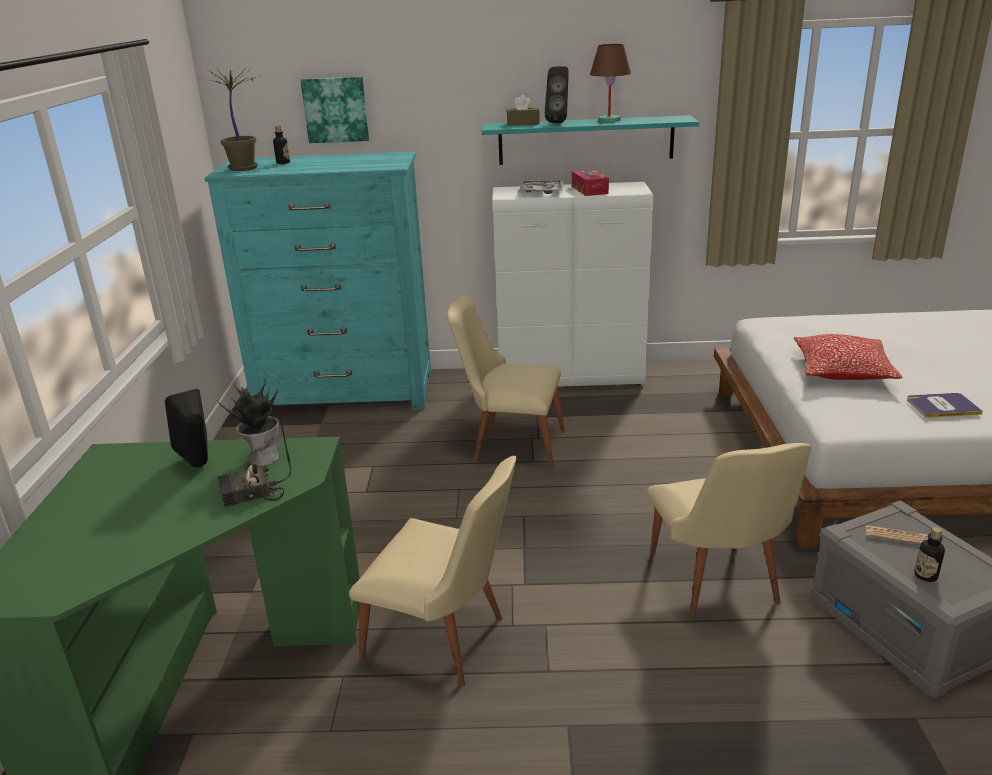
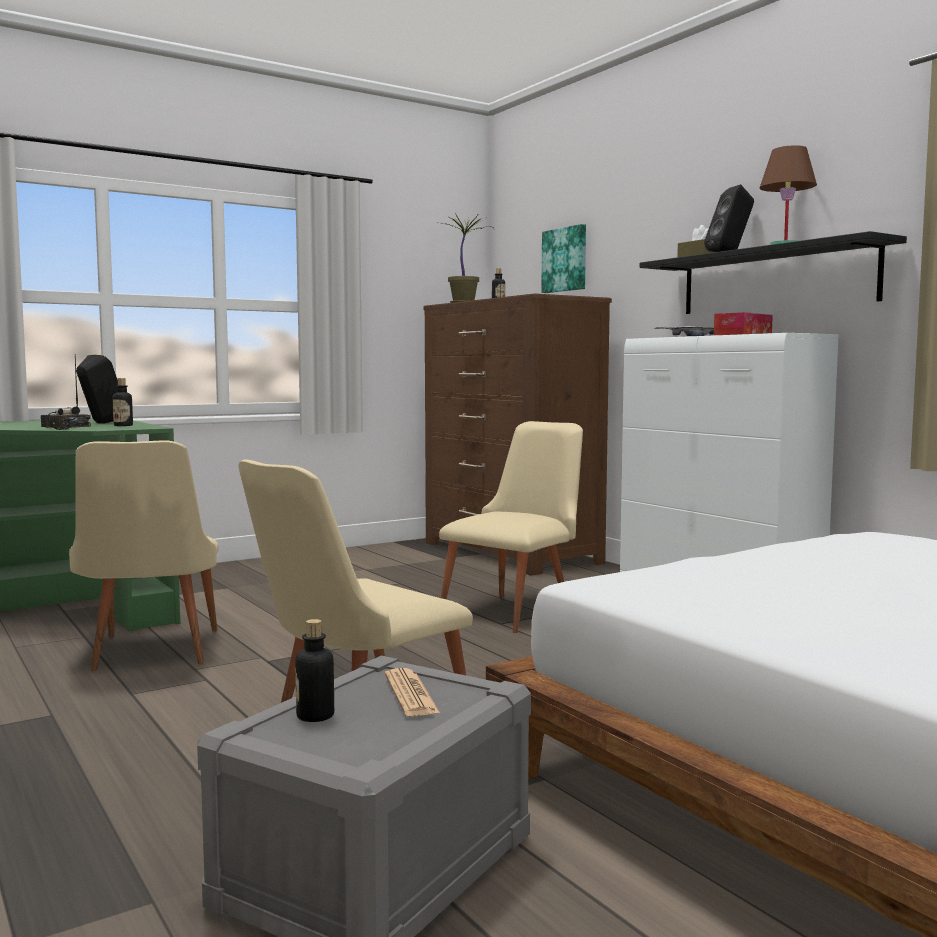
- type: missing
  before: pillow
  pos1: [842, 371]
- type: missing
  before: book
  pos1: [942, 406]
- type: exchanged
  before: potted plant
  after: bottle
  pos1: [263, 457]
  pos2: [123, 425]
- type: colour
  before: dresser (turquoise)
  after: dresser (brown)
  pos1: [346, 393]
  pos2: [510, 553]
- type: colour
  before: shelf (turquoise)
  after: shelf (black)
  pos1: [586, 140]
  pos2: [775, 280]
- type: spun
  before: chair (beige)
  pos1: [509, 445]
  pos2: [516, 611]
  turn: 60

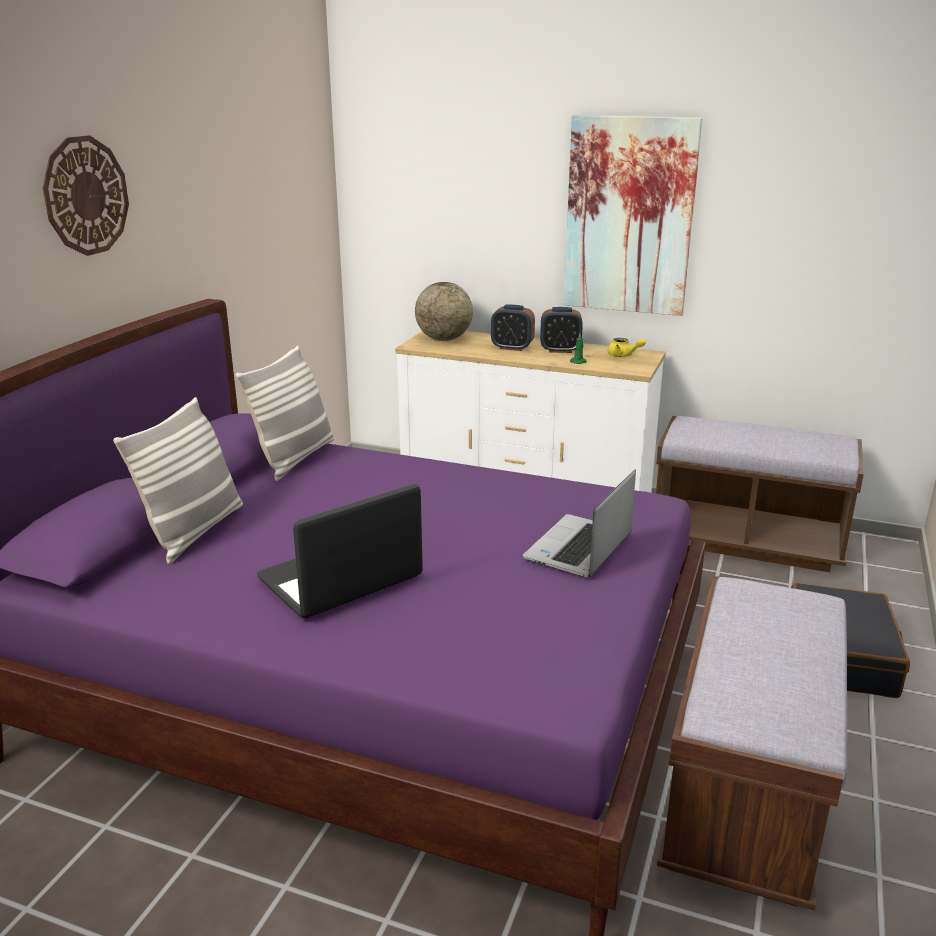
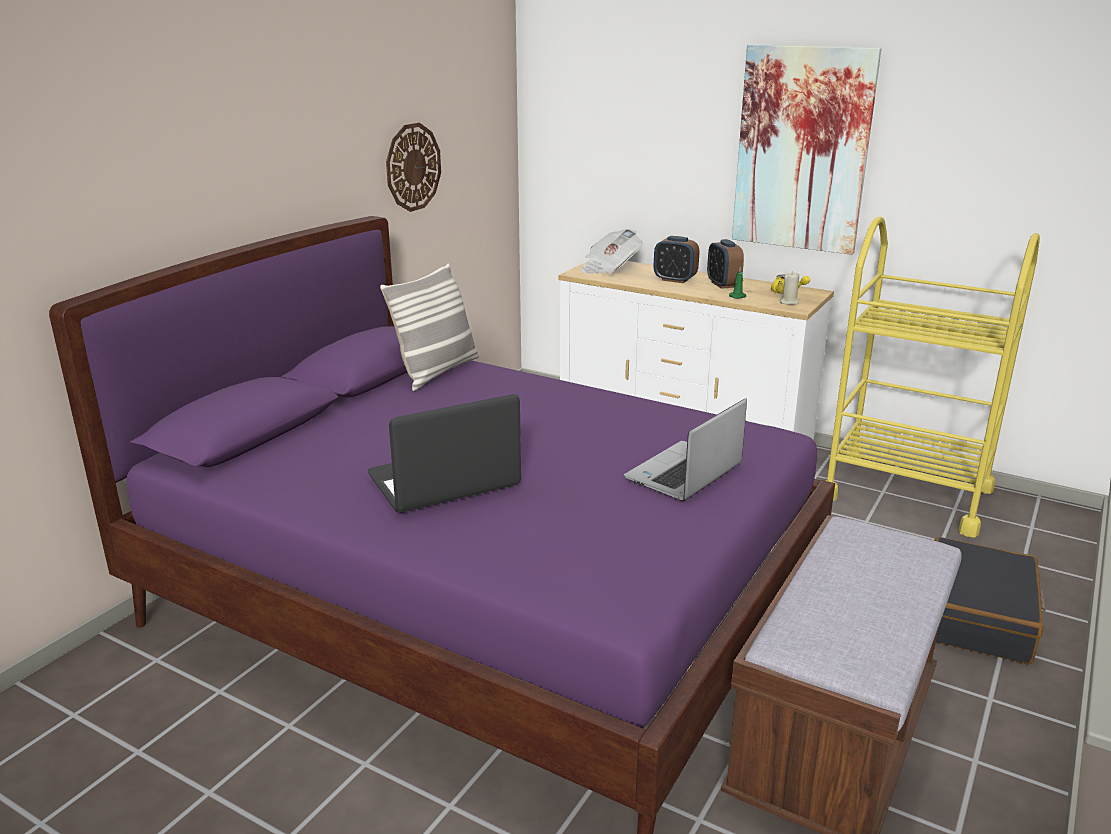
- type: missing
  before: pillow
  pos1: [194, 531]
- type: appeared
  after: candle (beige)
  pos2: [789, 302]
- type: relocated
  before: wall clock
  pos1: [86, 196]
  pos2: [413, 167]
- type: exchanged
  before: globe
  after: newspaper
  pos1: [444, 339]
  pos2: [609, 268]
- type: exchanged
  before: bench (brown)
  after: cart (yellow)
  pos1: [746, 540]
  pos2: [906, 493]
- type: spun
  before: alarm clock
  pos1: [560, 350]
  pos2: [723, 284]
  turn: 60

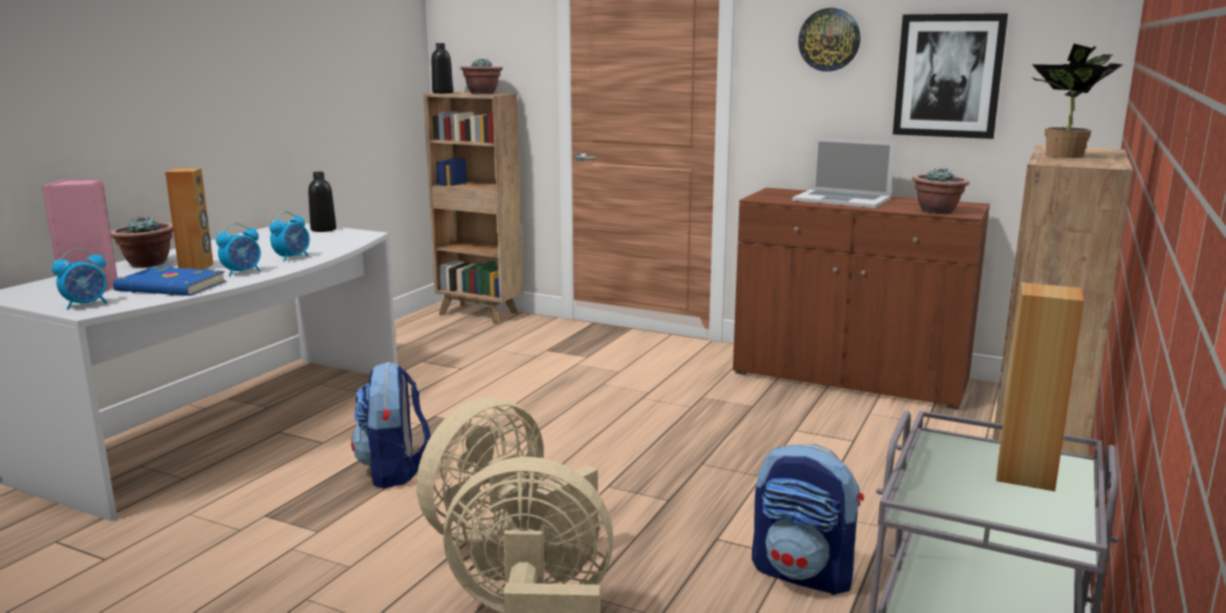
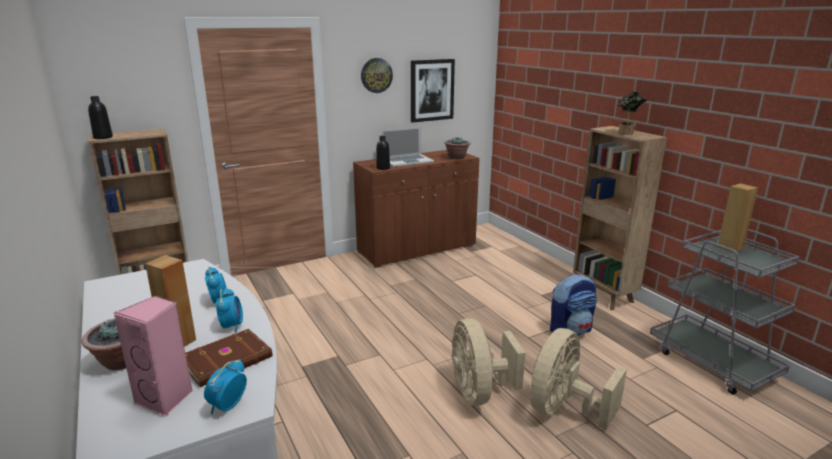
- type: missing
  before: backpack
  pos1: [394, 471]
- type: missing
  before: potted plant
  pos1: [482, 93]
- type: relocated
  before: bottle (black)
  pos1: [323, 229]
  pos2: [383, 168]
- type: colour
  before: book (blue)
  after: book (brown)
  pos1: [170, 287]
  pos2: [228, 361]
- type: spun
  before: alarm clock
  pos1: [86, 305]
  pos2: [227, 406]
  turn: -150

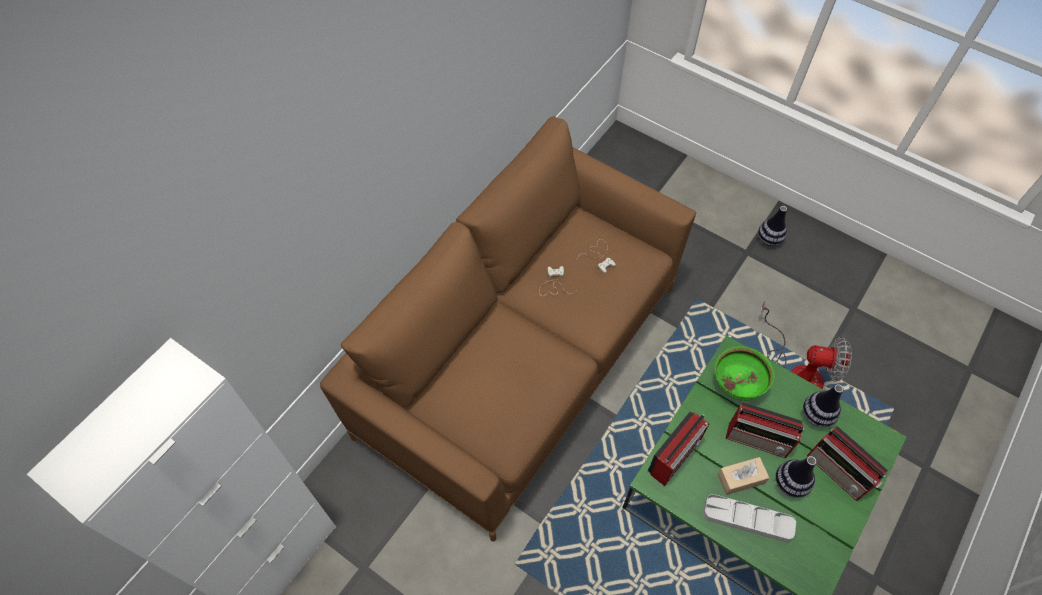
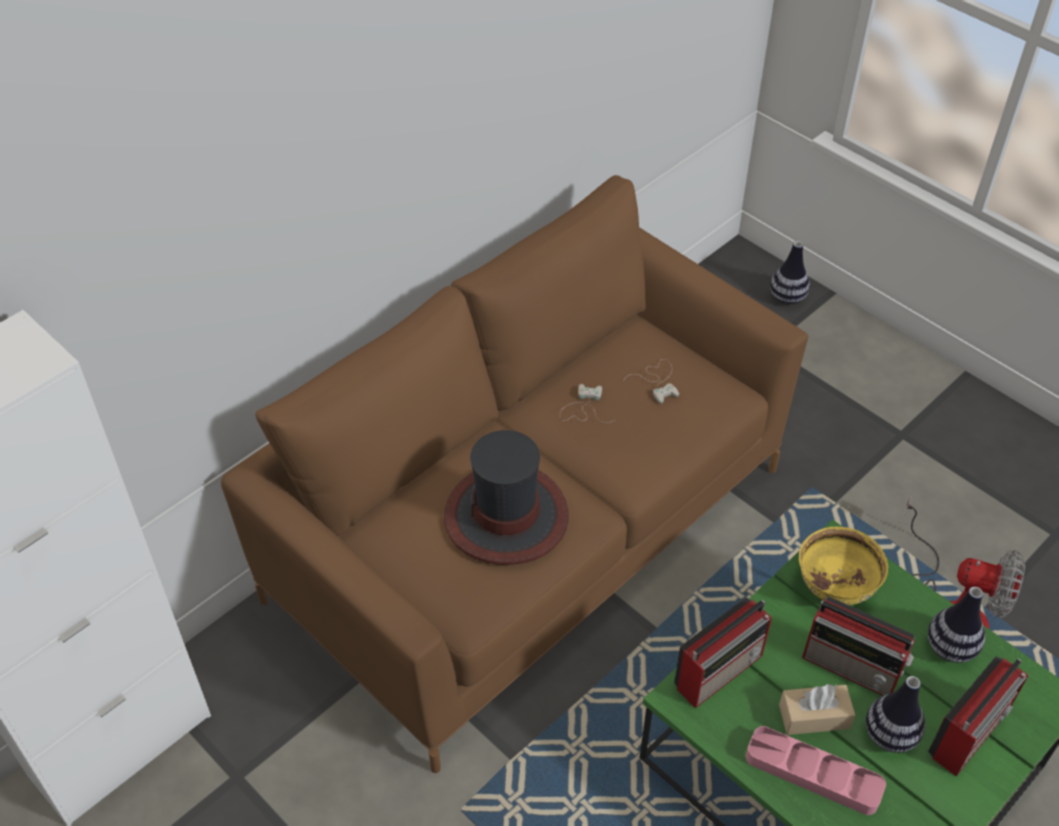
- type: appeared
  after: hat
  pos2: [507, 516]
- type: relocated
  before: vase
  pos1: [769, 239]
  pos2: [787, 297]
- type: colour
  before: tray (grey)
  after: tray (pink)
  pos1: [747, 519]
  pos2: [813, 774]
- type: colour
  before: bowl (green)
  after: bowl (yellow)
  pos1: [737, 385]
  pos2: [834, 589]
- type: spun
  before: radio
  pos1: [838, 473]
  pos2: [970, 732]
  turn: -105

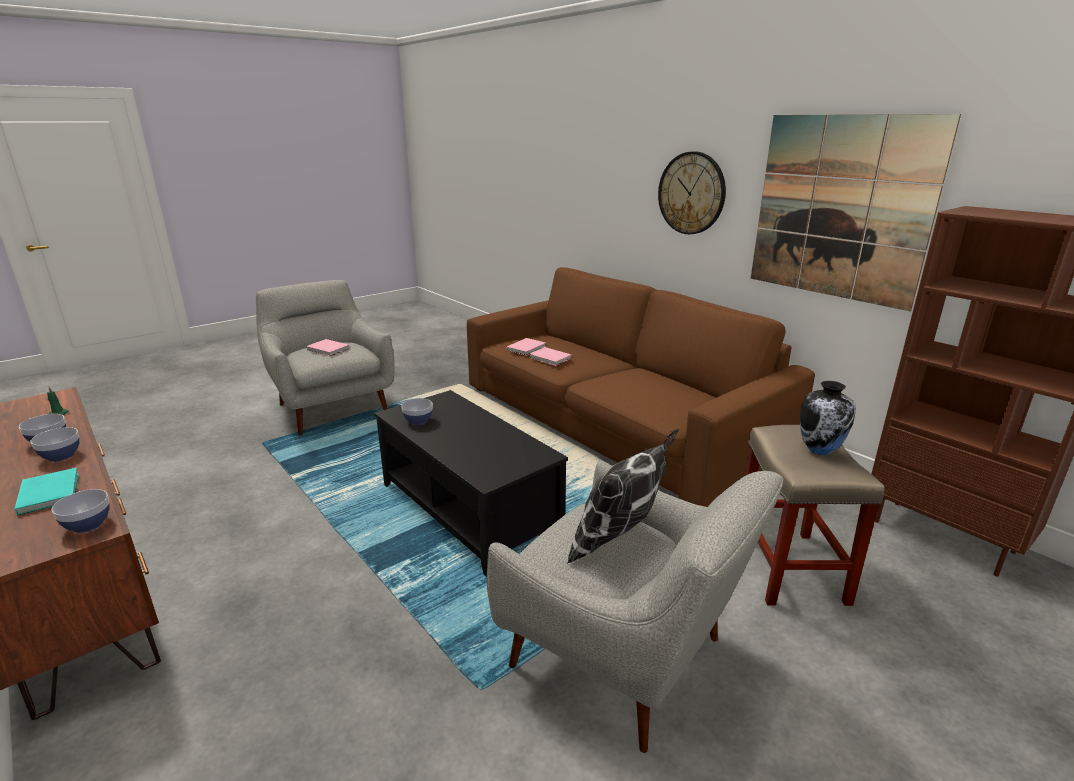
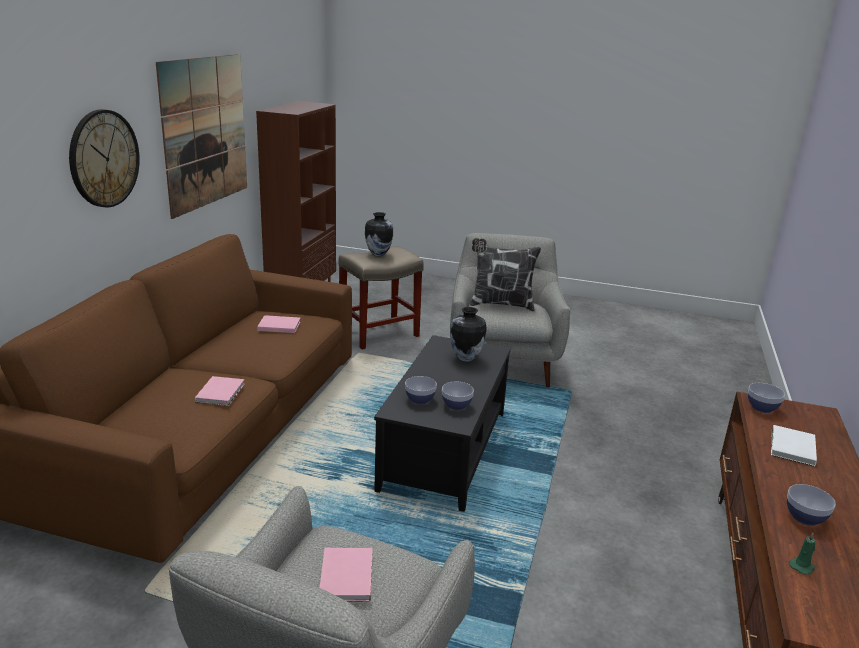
- type: appeared
  after: vase
  pos2: [465, 358]
- type: relocated
  before: bowl
  pos1: [61, 456]
  pos2: [420, 399]
- type: relocated
  before: book (pink)
  pos1: [527, 348]
  pos2: [278, 326]
- type: colour
  before: book (turquoise)
  after: book (white)
  pos1: [51, 492]
  pos2: [791, 448]

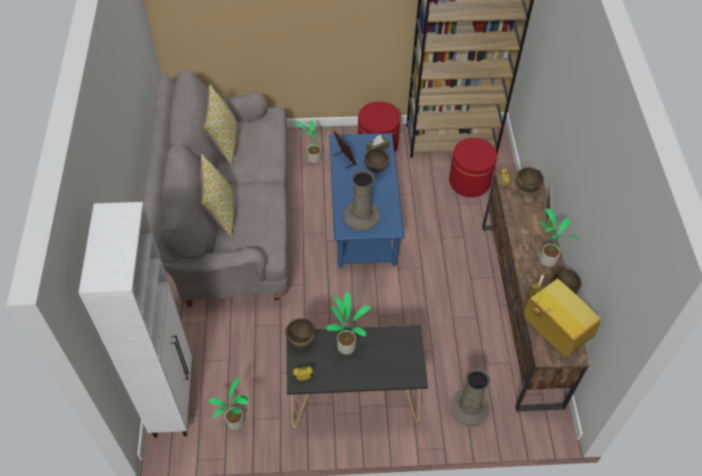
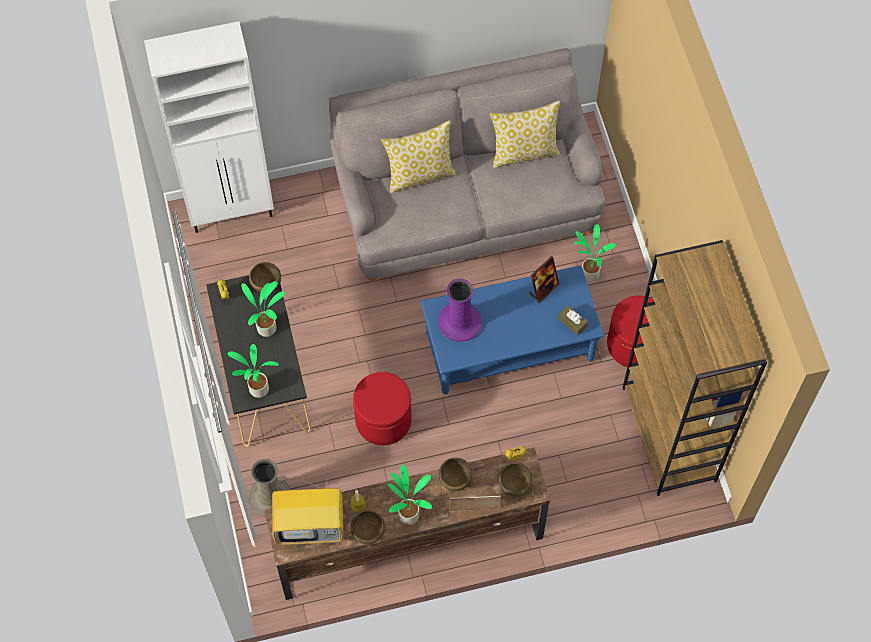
- type: relocated
  before: potted plant
  pos1: [236, 423]
  pos2: [257, 389]
- type: relocated
  before: bowl (brown)
  pos1: [376, 169]
  pos2: [455, 481]
- type: relocated
  before: ottoman (red)
  pos1: [469, 181]
  pos2: [383, 420]
- type: colour
  before: vase (beige)
  after: vase (purple)
  pos1: [361, 216]
  pos2: [460, 322]
- type: spun
  before: television
  pos1: [553, 331]
  pos2: [311, 525]
  turn: 45

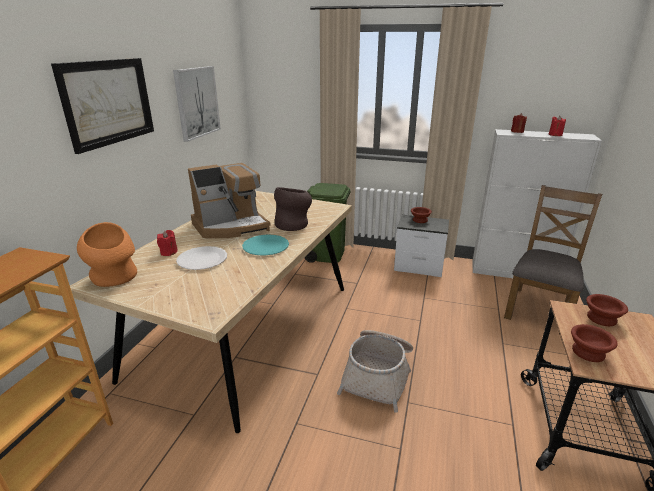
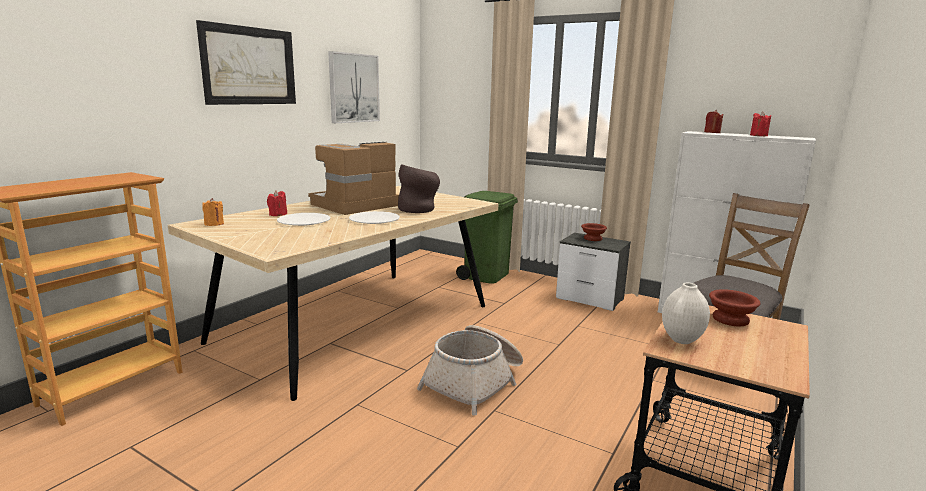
- type: exchanged
  before: vase (orange)
  after: candle (orange)
  pos1: [115, 279]
  pos2: [214, 224]
- type: exchanged
  before: bowl (brown)
  after: vase (white)
  pos1: [588, 352]
  pos2: [682, 340]
- type: colour
  before: plate (turquoise)
  after: plate (white)
  pos1: [265, 246]
  pos2: [374, 219]
- type: spun
  before: coffee machine
  pos1: [231, 226]
  pos2: [354, 205]
  turn: 150

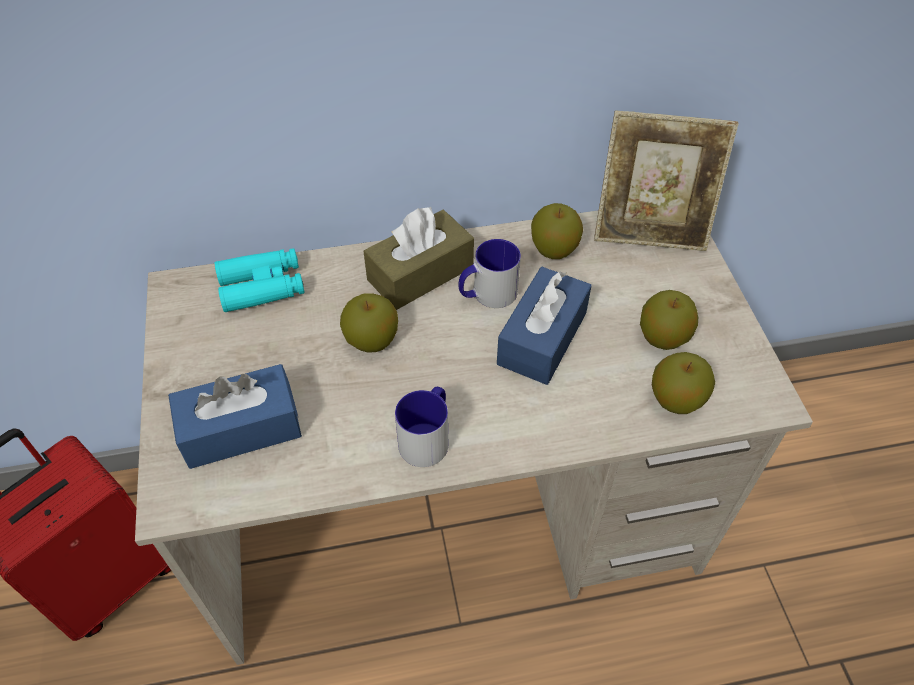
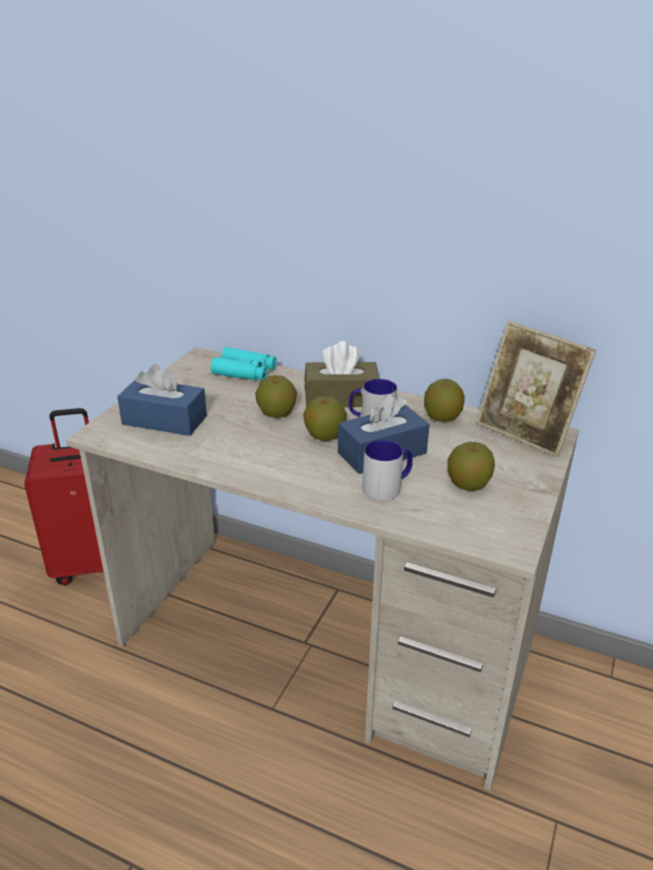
- type: relocated
  before: mug
  pos1: [427, 437]
  pos2: [388, 487]
- type: relocated
  before: apple
  pos1: [676, 400]
  pos2: [324, 436]

